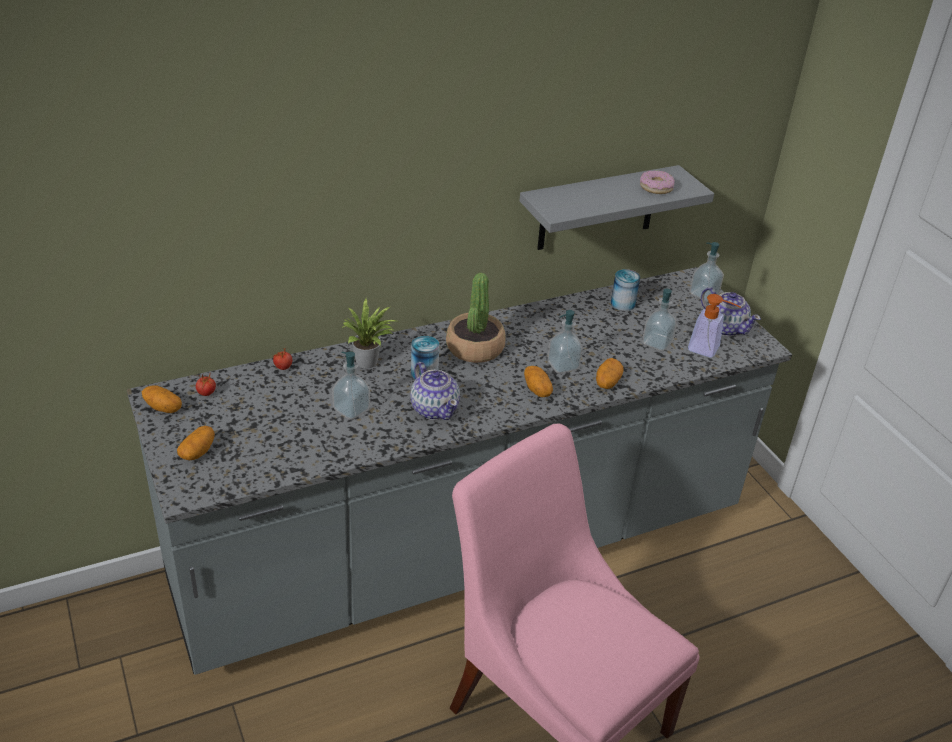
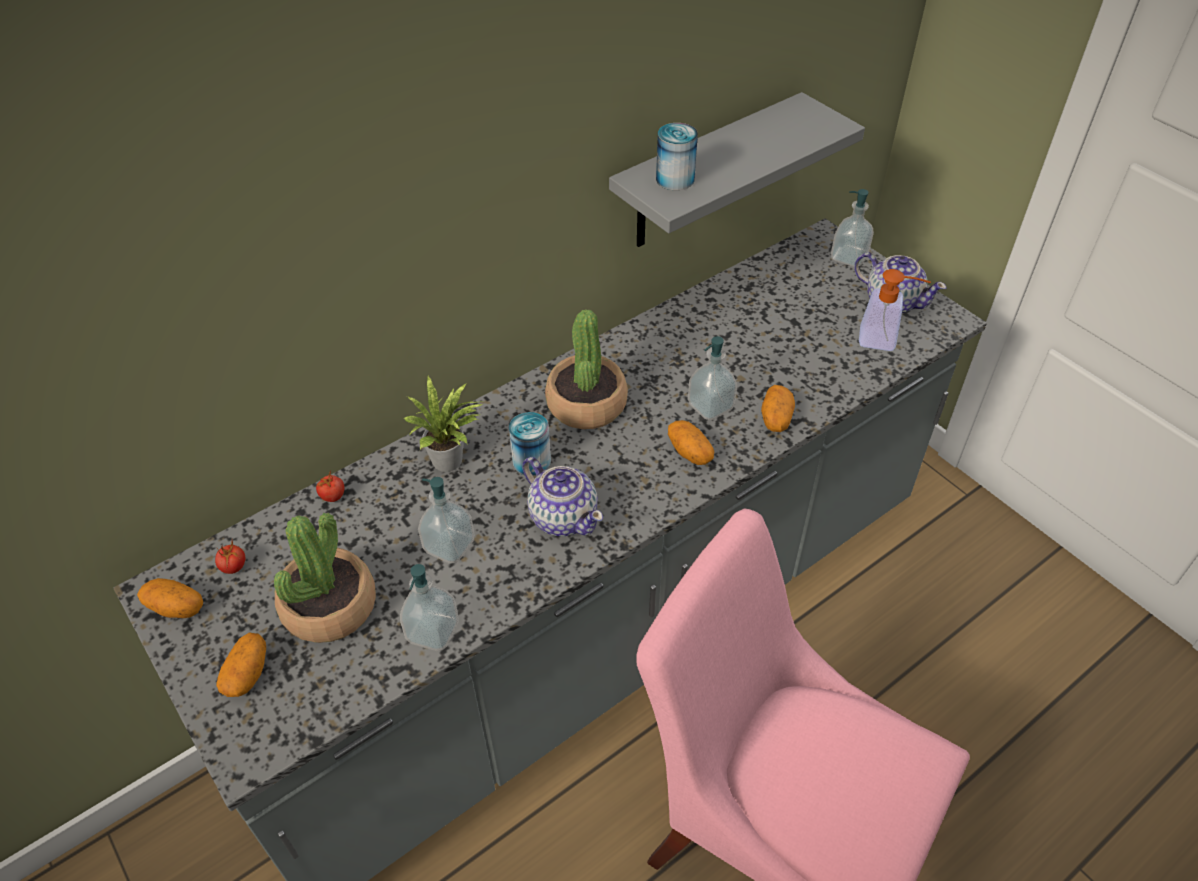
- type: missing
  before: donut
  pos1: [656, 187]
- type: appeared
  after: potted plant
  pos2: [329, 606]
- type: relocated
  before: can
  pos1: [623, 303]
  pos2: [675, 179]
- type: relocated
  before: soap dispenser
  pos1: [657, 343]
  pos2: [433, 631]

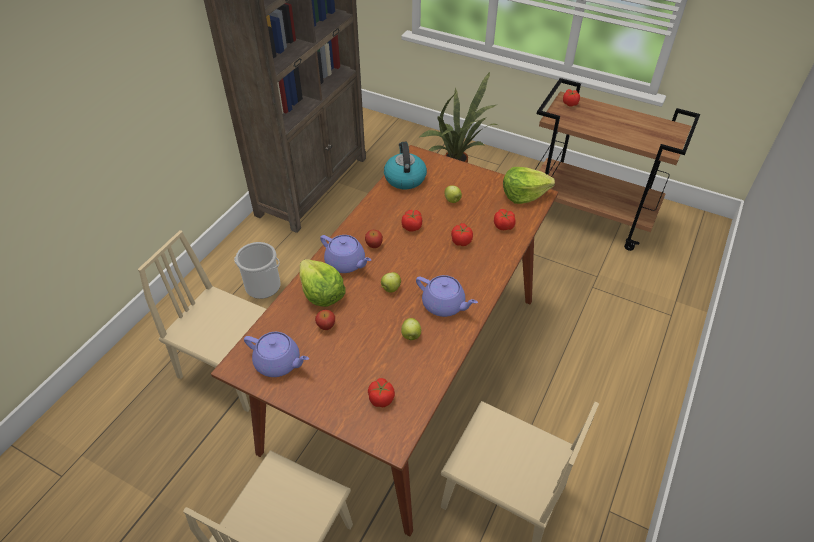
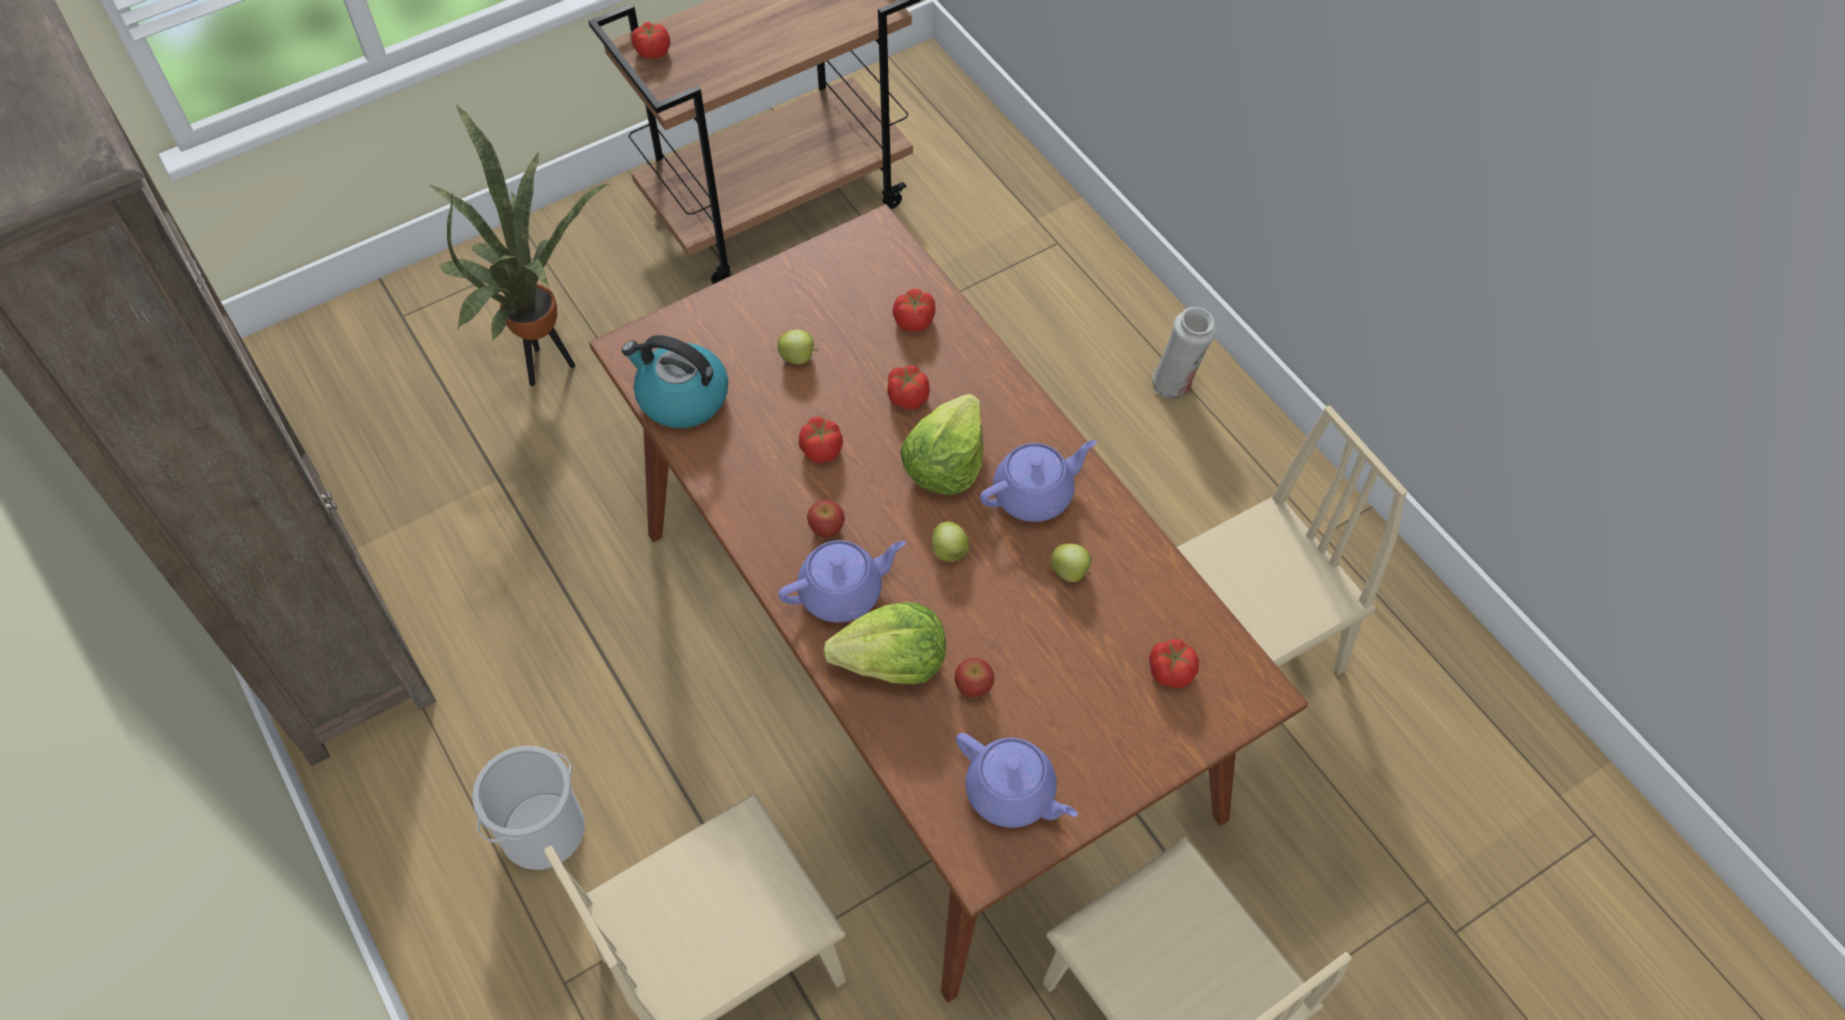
- type: appeared
  after: vase (white)
  pos2: [1176, 384]
- type: relocated
  before: lettuce
  pos1: [523, 195]
  pos2: [945, 463]
- type: spun
  before: teapot (purple)
  pos1: [279, 363]
  pos2: [1012, 793]
  turn: 75

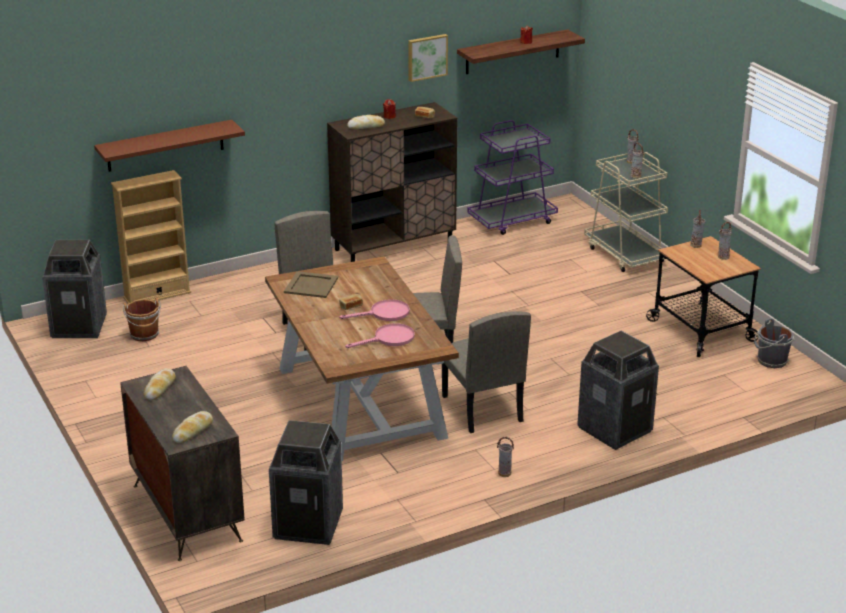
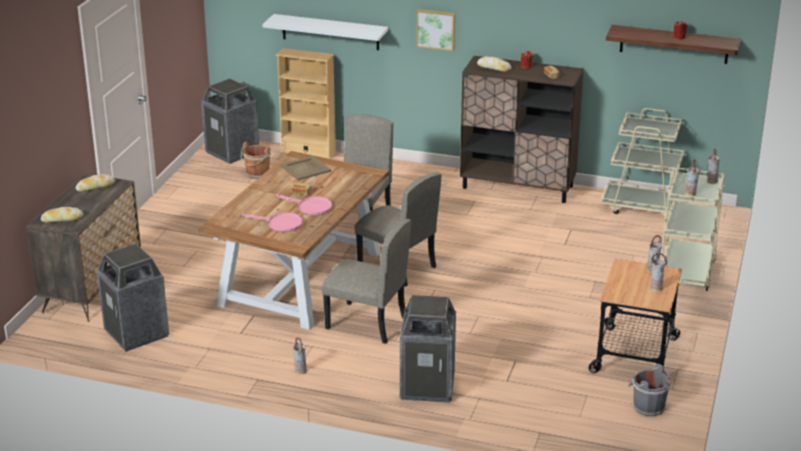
- type: relocated
  before: picture
  pos1: [427, 57]
  pos2: [436, 29]
- type: colour
  before: shelf (brown)
  after: shelf (white)
  pos1: [165, 146]
  pos2: [330, 32]
- type: colour
  before: cart (purple)
  after: cart (beige)
  pos1: [512, 220]
  pos2: [643, 207]
- type: spun
  before: chair (beige)
  pos1: [481, 409]
  pos2: [366, 323]
  turn: -90

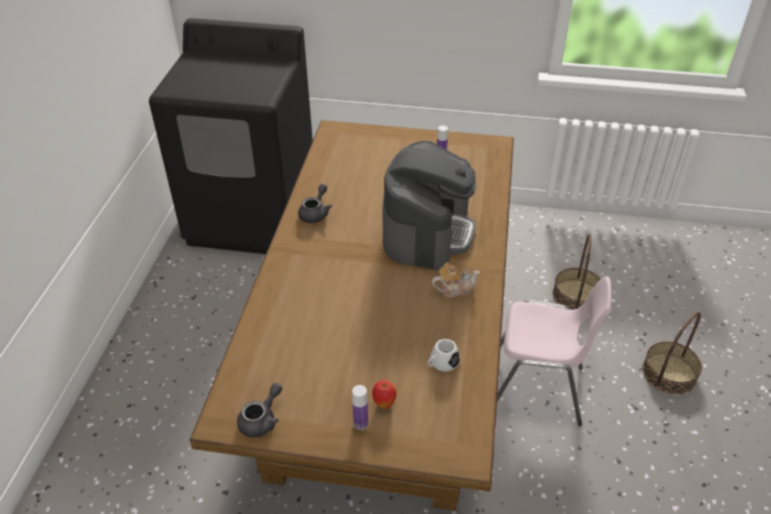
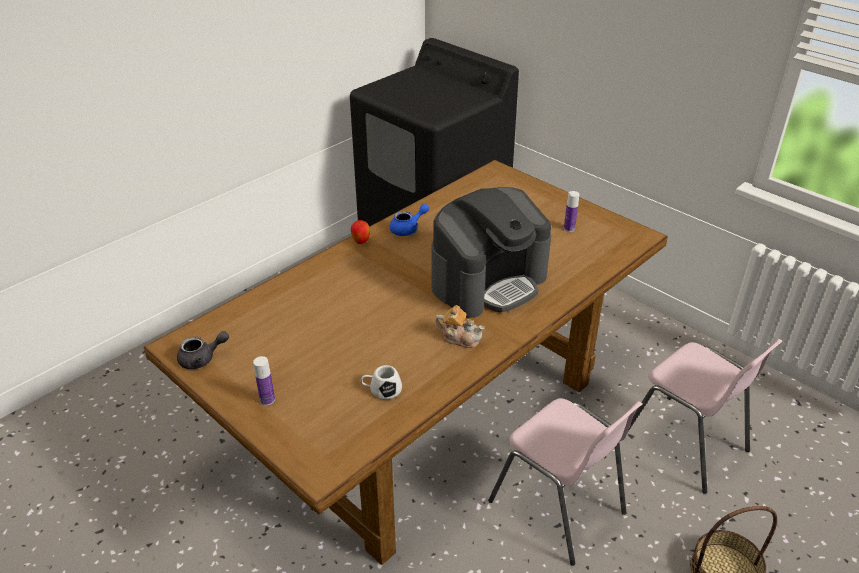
- type: relocated
  before: apple
  pos1: [384, 404]
  pos2: [361, 242]
- type: exchanged
  before: basket
  after: chair (pink)
  pos1: [576, 296]
  pos2: [685, 444]
- type: colour
  before: teapot (grey)
  after: teapot (blue)
  pos1: [315, 213]
  pos2: [408, 229]

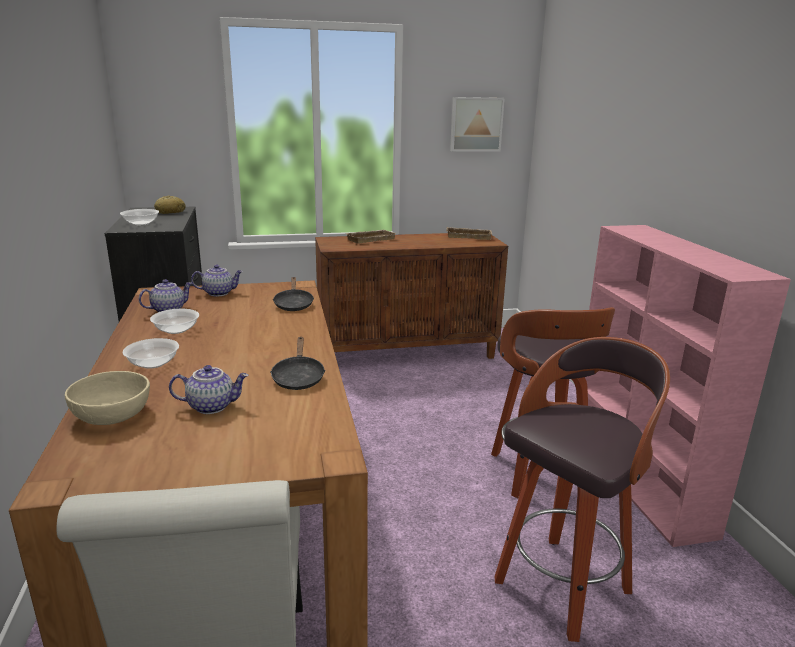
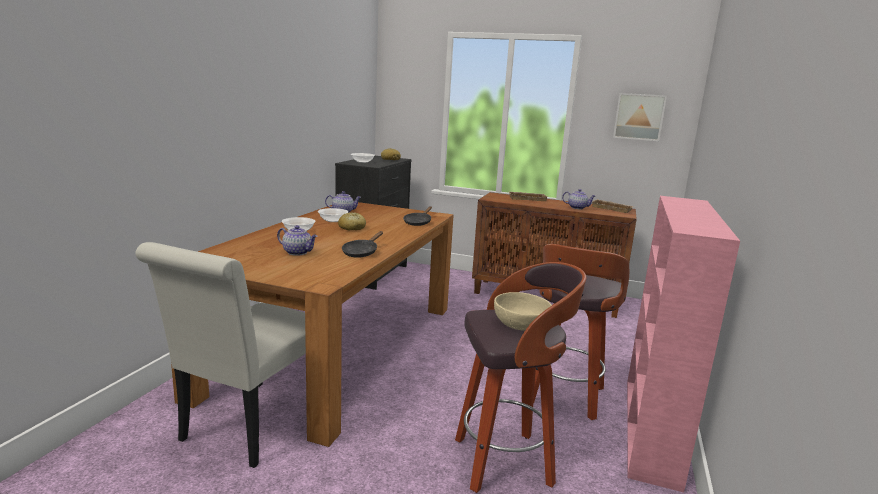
- type: appeared
  after: bread
  pos2: [352, 228]
- type: relocated
  before: bowl (beige)
  pos1: [113, 414]
  pos2: [521, 324]
- type: relocated
  before: teapot
  pos1: [219, 293]
  pos2: [577, 208]

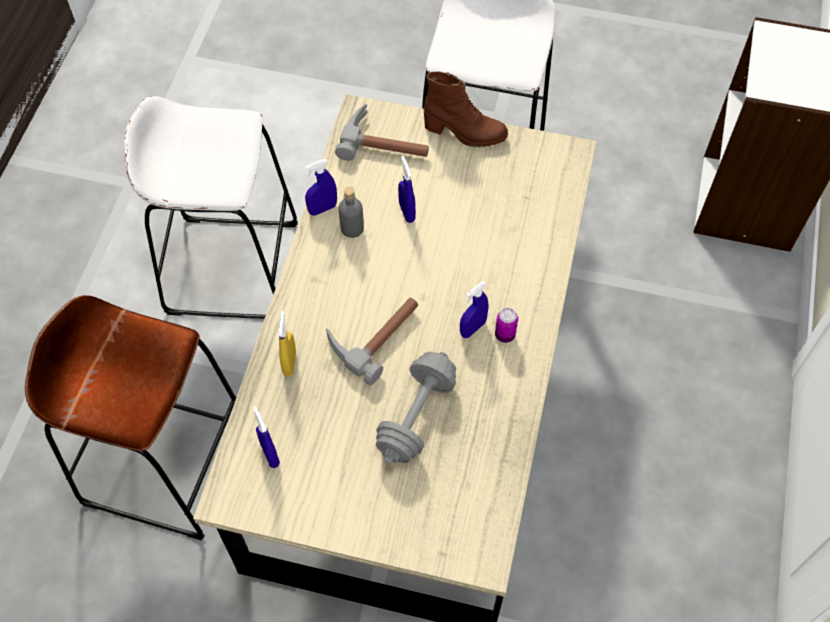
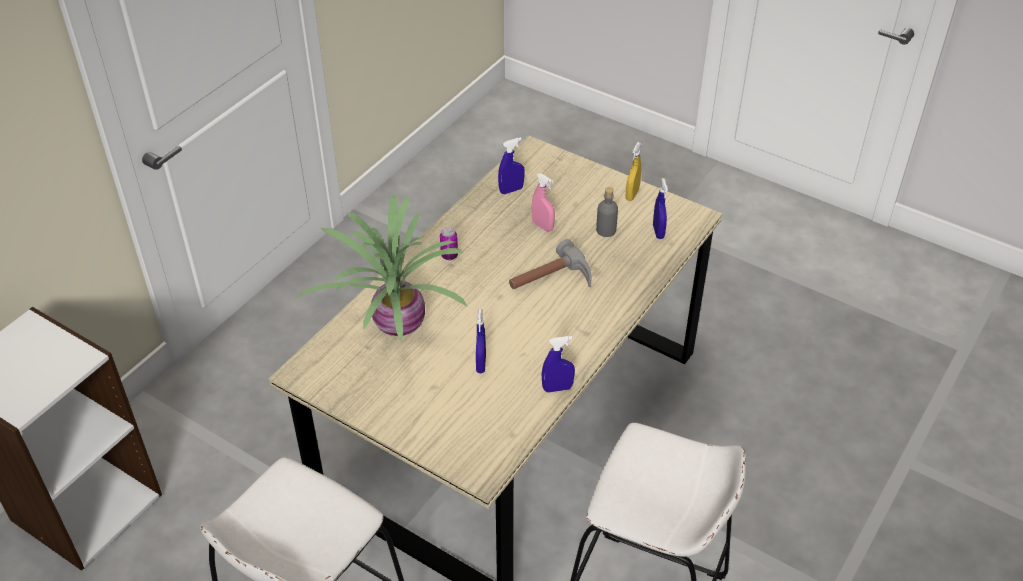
- type: missing
  before: stool (brown)
  pos1: [166, 463]
- type: missing
  before: hammer
  pos1: [386, 142]
- type: missing
  before: boot (brown)
  pos1: [464, 133]
- type: appeared
  after: potted plant
  pos2: [396, 324]
- type: relocated
  before: spray bottle (yellow)
  pos1: [289, 363]
  pos2: [632, 195]
- type: relocated
  before: bottle (grey)
  pos1: [352, 228]
  pos2: [606, 230]
- type: relocated
  before: spray bottle (blue)
  pos1: [472, 328]
  pos2: [511, 190]
- type: exchanged
  before: dumbbell (grey)
  after: spray bottle (pink)
  pos1: [416, 416]
  pos2: [542, 226]

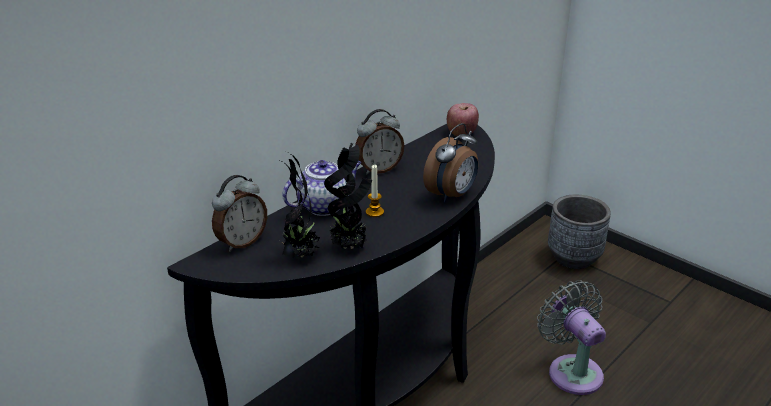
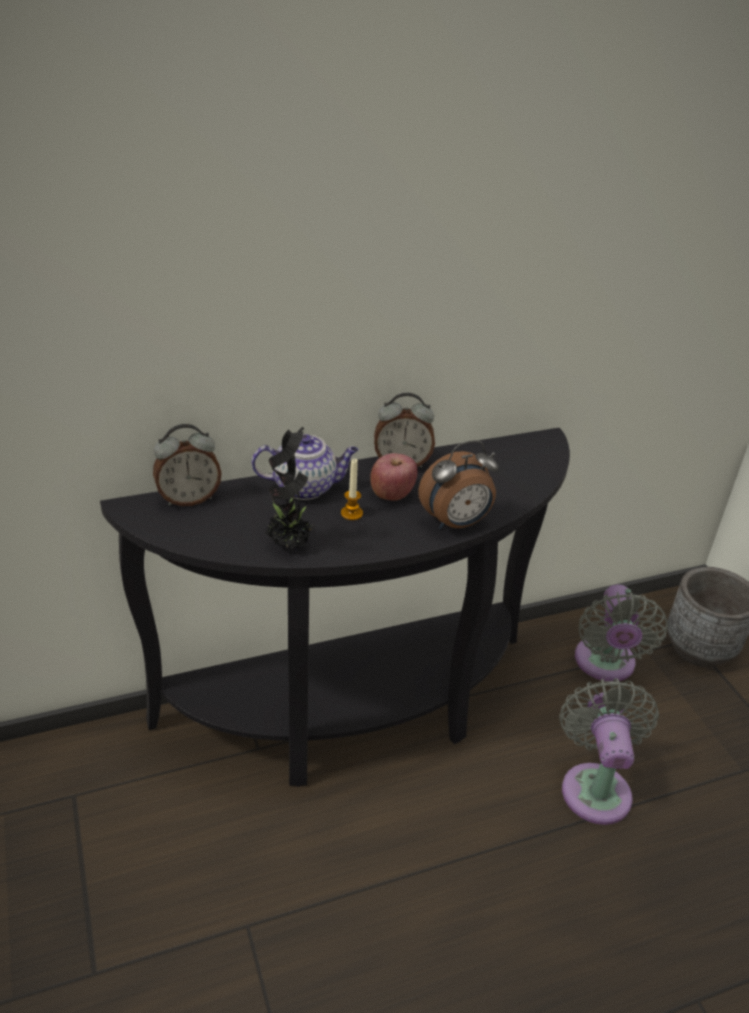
- type: missing
  before: potted plant
  pos1: [300, 254]
- type: appeared
  after: fan (grey)
  pos2: [605, 665]
- type: relocated
  before: apple
  pos1: [461, 133]
  pos2: [392, 494]

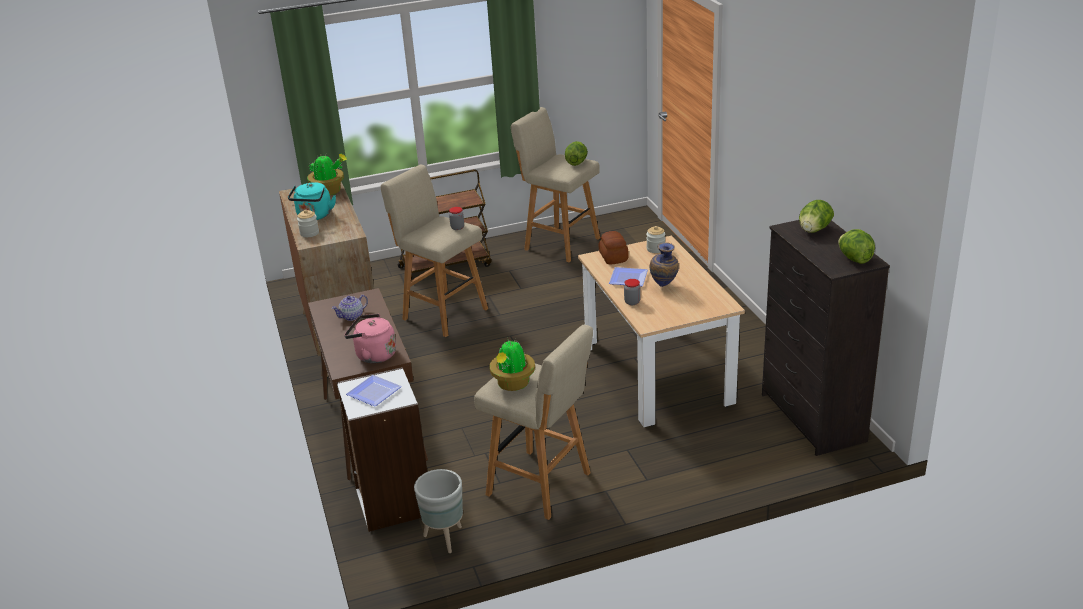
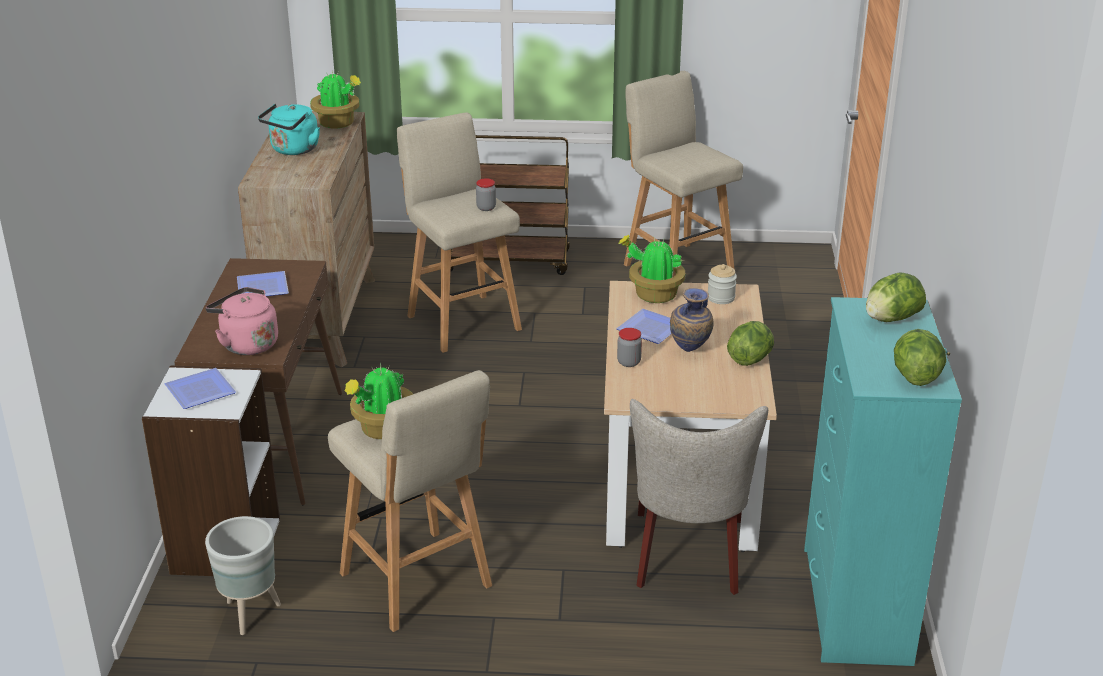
- type: missing
  before: jar
  pos1: [309, 233]
- type: appeared
  after: chair (beige)
  pos2: [688, 558]
- type: relocated
  before: lettuce
  pos1: [576, 163]
  pos2: [750, 359]
- type: exchanged
  before: teapot
  after: plate
  pos1: [352, 316]
  pos2: [264, 288]
- type: exchanged
  before: bread
  after: potted plant
  pos1: [613, 257]
  pos2: [653, 295]
- type: colour
  before: dresser (black)
  after: dresser (turquoise)
  pos1: [812, 418]
  pos2: [854, 606]

